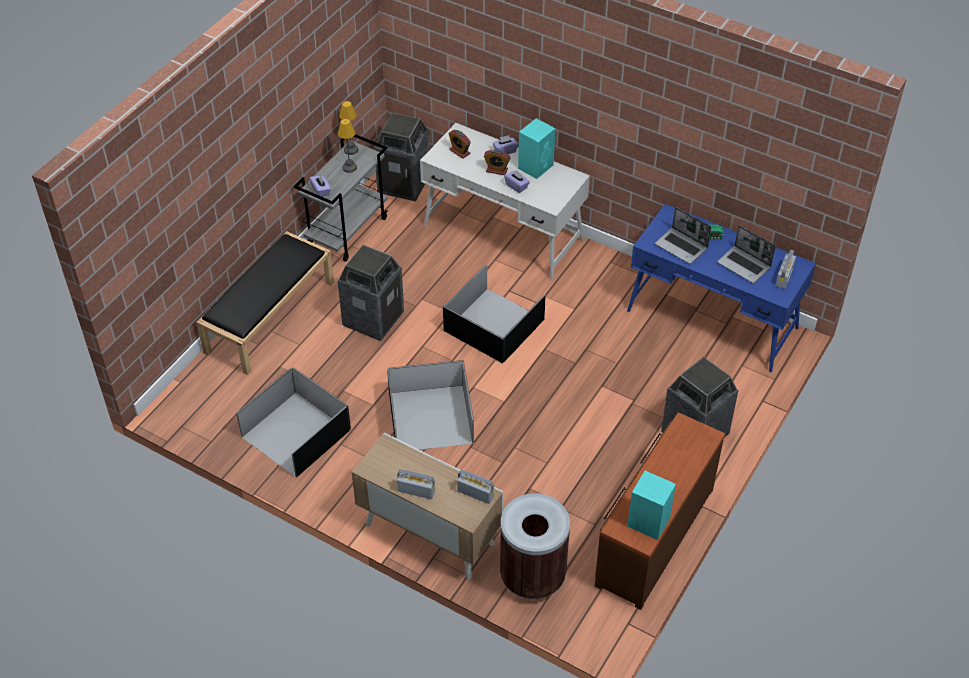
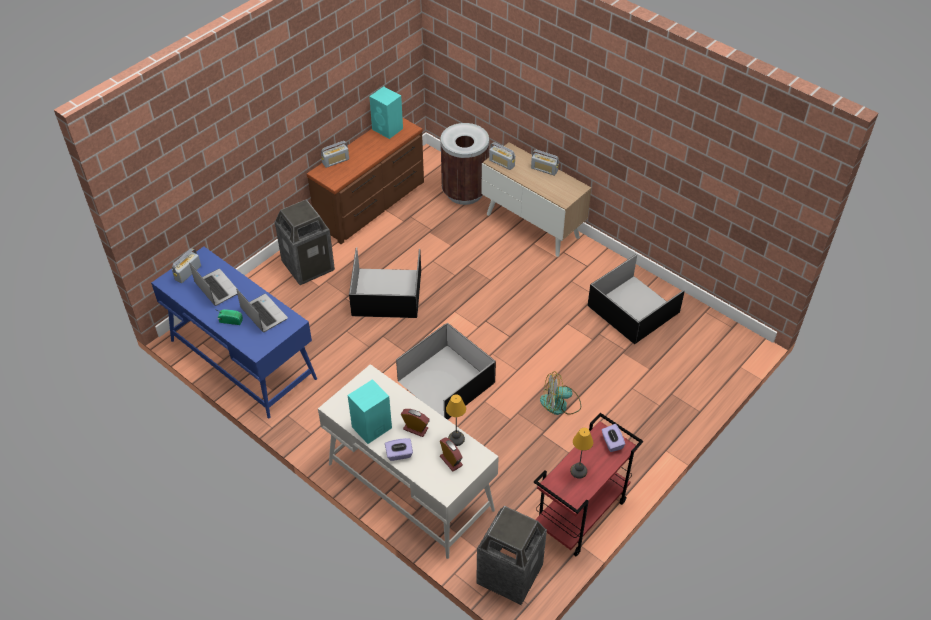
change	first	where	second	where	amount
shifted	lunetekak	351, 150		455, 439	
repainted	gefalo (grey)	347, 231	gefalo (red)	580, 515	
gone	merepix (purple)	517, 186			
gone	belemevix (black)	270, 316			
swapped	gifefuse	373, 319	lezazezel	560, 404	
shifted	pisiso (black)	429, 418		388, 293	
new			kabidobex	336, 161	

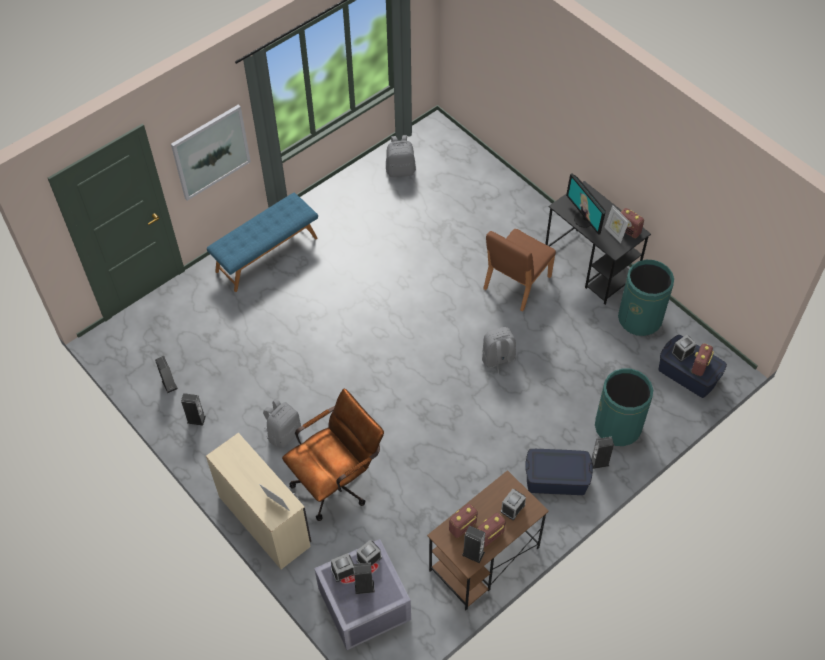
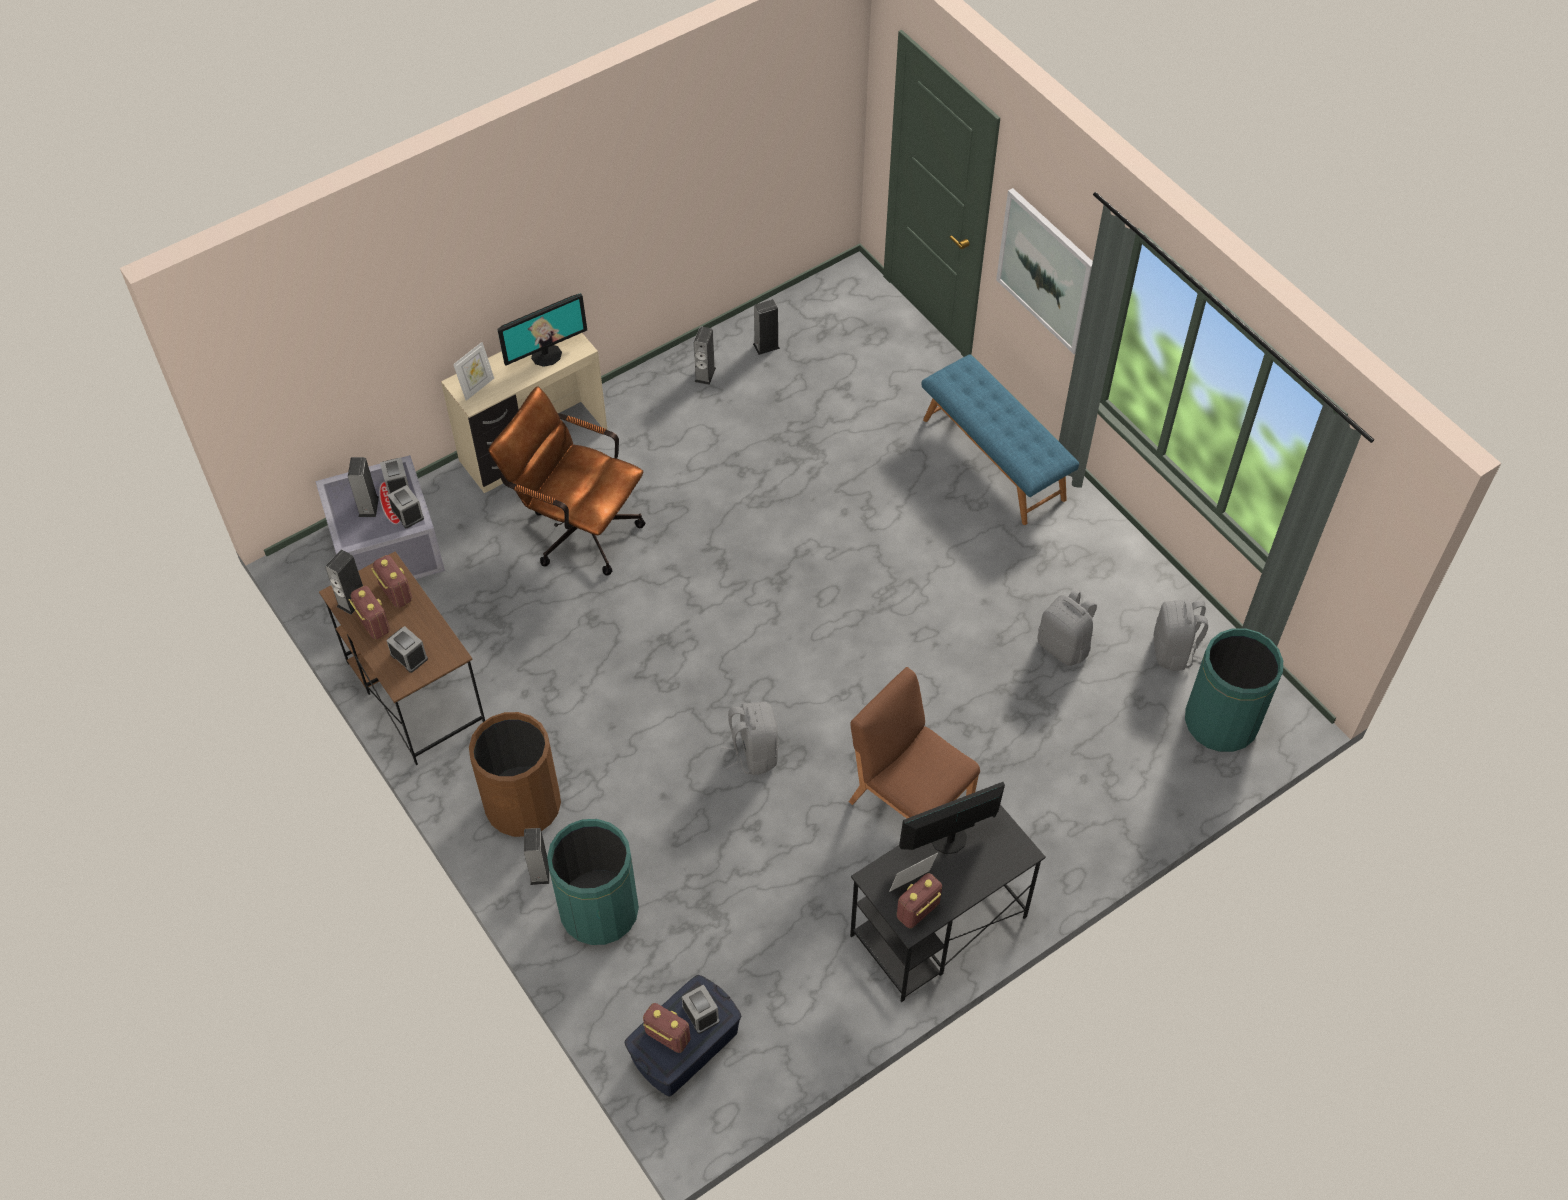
change	first	where	second	where	amount
shifted	gifefuse (green)	640, 318		1221, 722	
rotated	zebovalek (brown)	337, 481		577, 528	150 degrees clockwise
shifted	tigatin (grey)	284, 433		1064, 646	
swapped	pisiso (blue)	556, 479	gifefuse (brown)	523, 804	
new			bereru	546, 354	

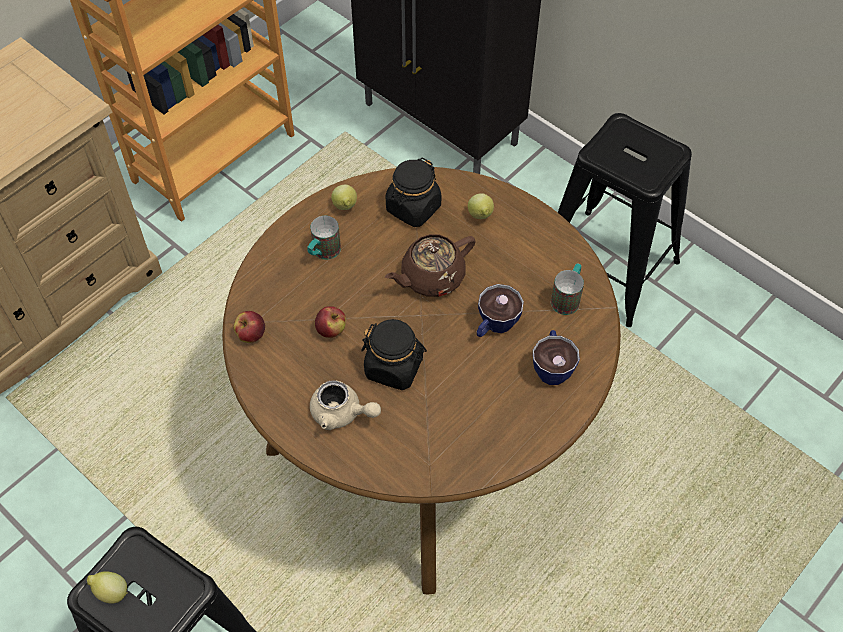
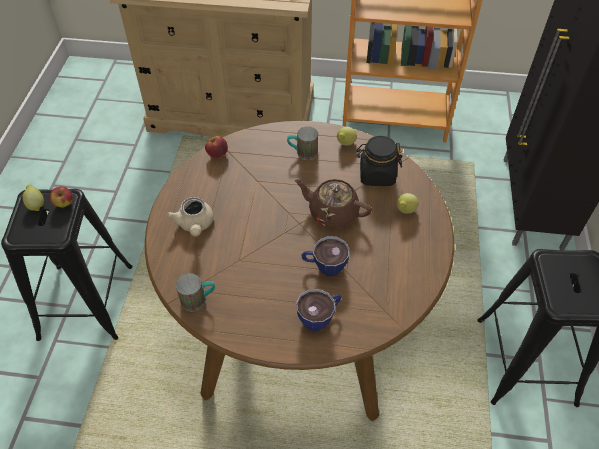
change	first	where	second	where	amount
shifted	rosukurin	567, 298		199, 300	
shifted	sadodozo	331, 330		64, 204	
gone	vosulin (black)	394, 367			

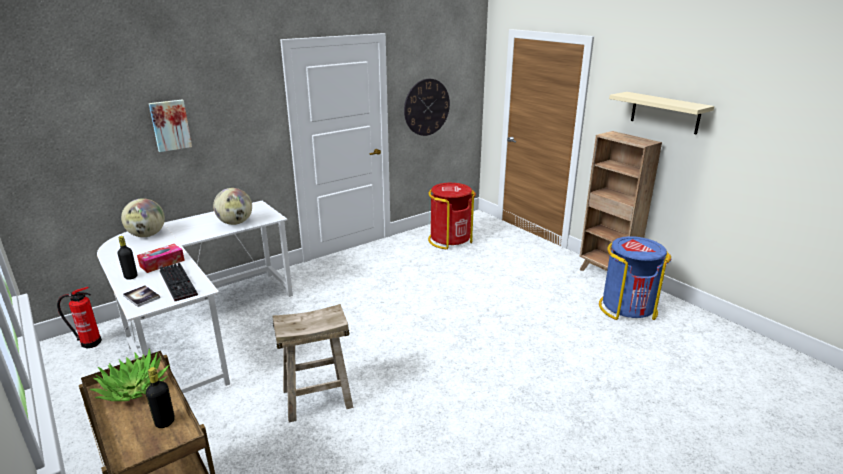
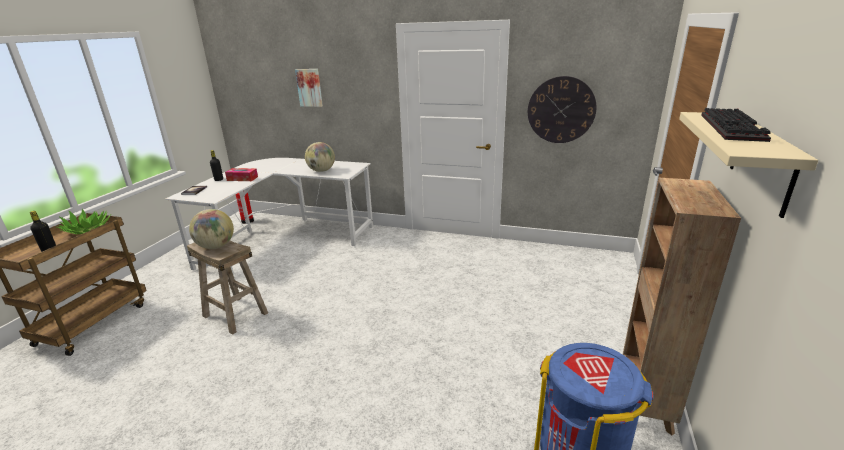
change	first	where	second	where	amount
gone	gifefuse (red)	449, 240			
shifted	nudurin	147, 235		216, 246	
shifted	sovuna	180, 283		734, 128	

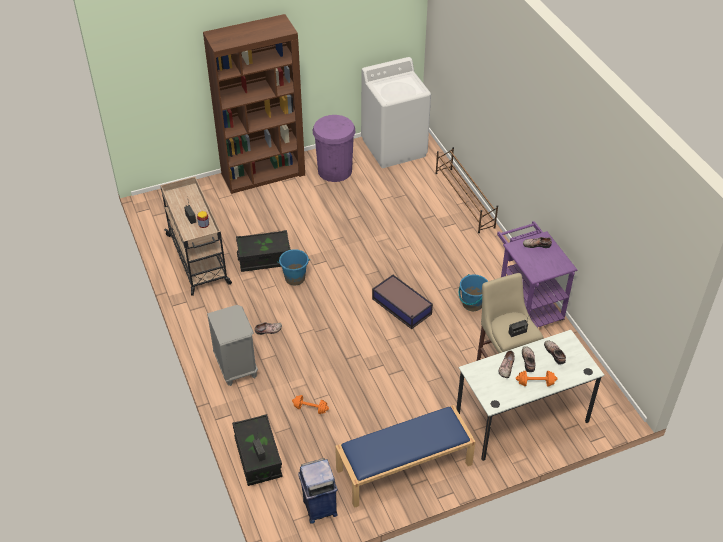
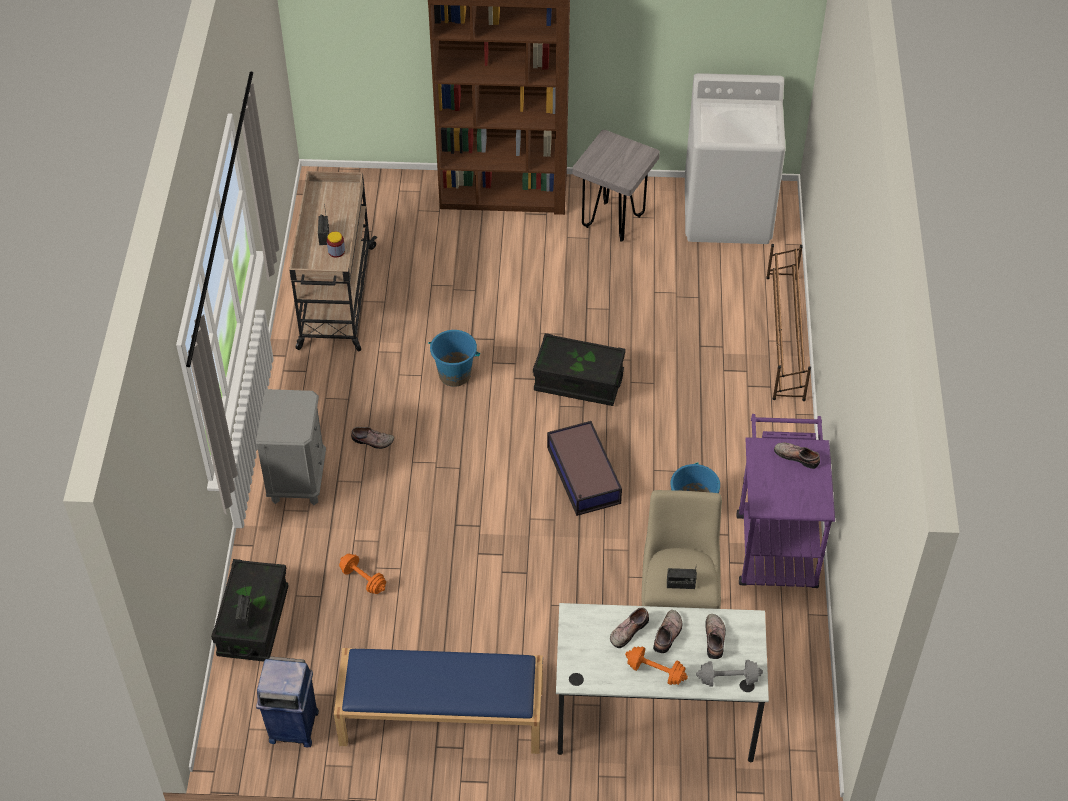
change	first	where	second	where	amount
swapped	gifefuse (purple)	335, 170	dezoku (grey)	613, 221	
shifted	pisiso (black)	264, 259		578, 382	
new			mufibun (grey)	728, 679	

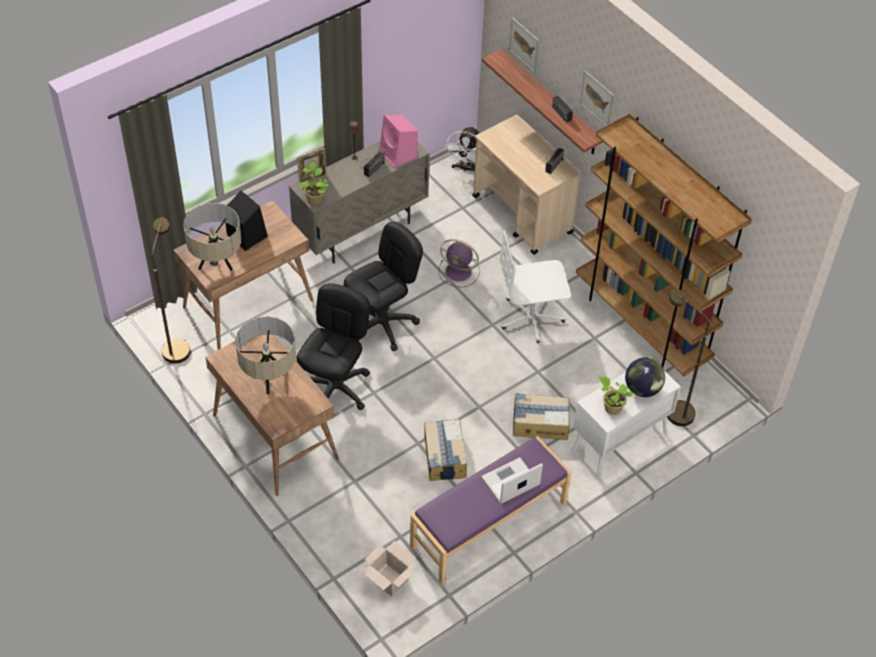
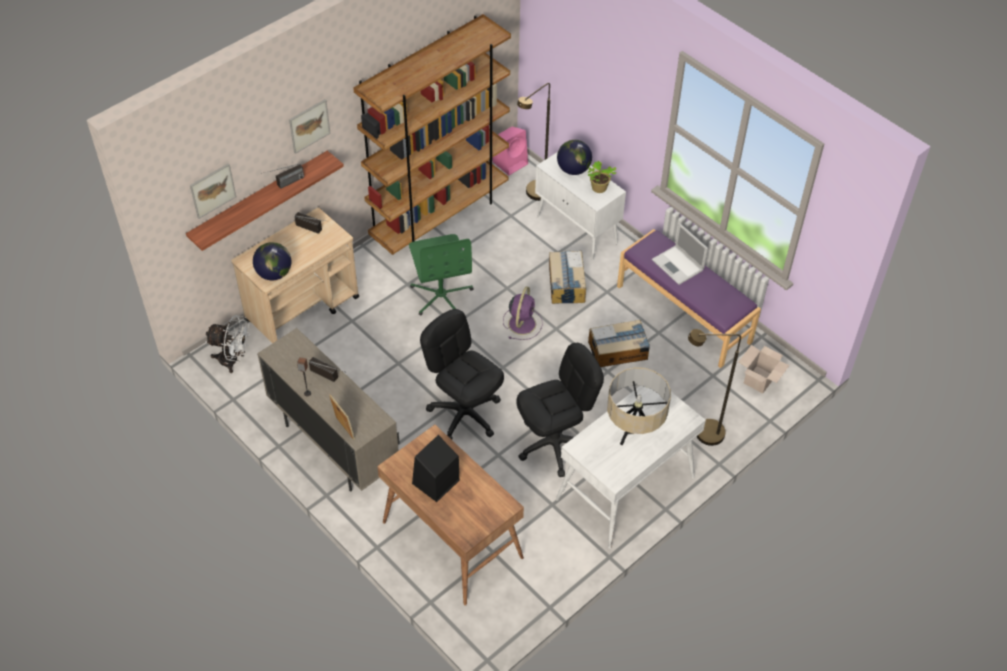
change	first	where	second	where	amount
shifted	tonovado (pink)	399, 155		510, 162	
gone	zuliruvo	315, 199			
gone	lunetekak (beige)	217, 265			
shifted	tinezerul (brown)	176, 345		701, 434	
repainted	zebovalek (white)	531, 318	zebovalek (green)	441, 295	
shifted	lezazezel (purple)	459, 272		522, 323	
rotated	zebovalek (black)	335, 388		554, 445	135 degrees clockwise
repainted	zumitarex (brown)	274, 437	zumitarex (white)	625, 489	
new			nudurin	274, 273	

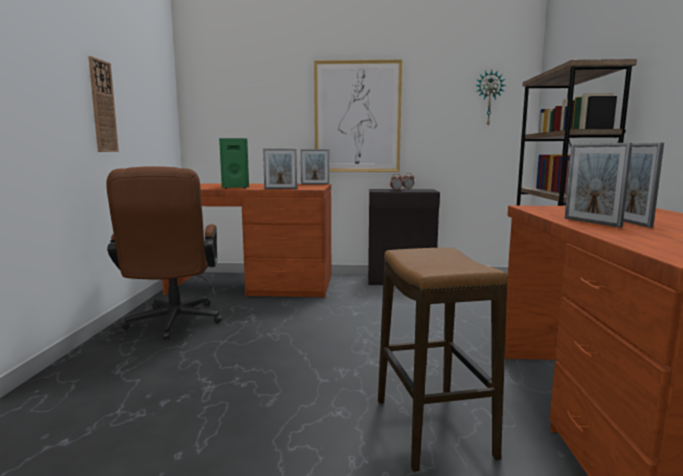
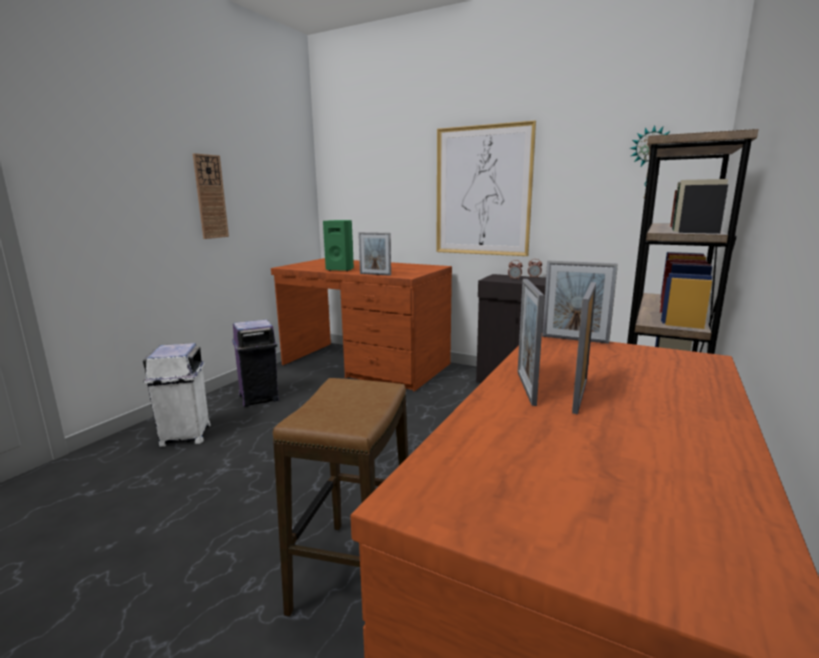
change	first	where	second	where	amount
shifted	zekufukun	315, 184		574, 339	
swapped	zebovalek (brown)	173, 324	gifefuse (purple)	260, 397	
new			gifefuse (white)	185, 436	

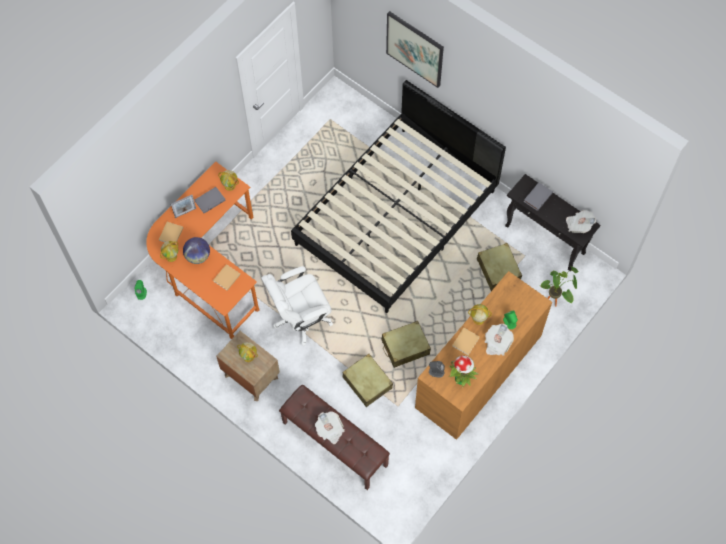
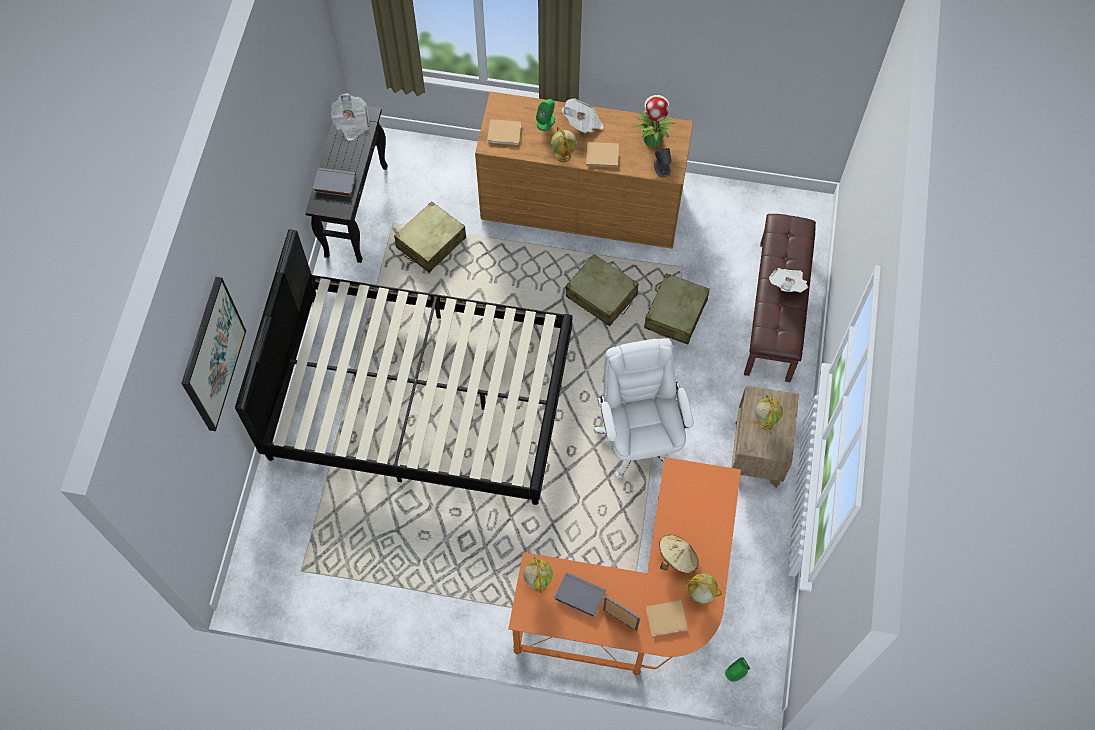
change	first	where	second	where	amount
swapped	nudurin	198, 256	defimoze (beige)	677, 558	
shifted	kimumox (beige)	226, 278		505, 133	
gone	zuliruvo	555, 301			
rotated	zebovalek (white)	300, 318		639, 437	135 degrees counterclockwise

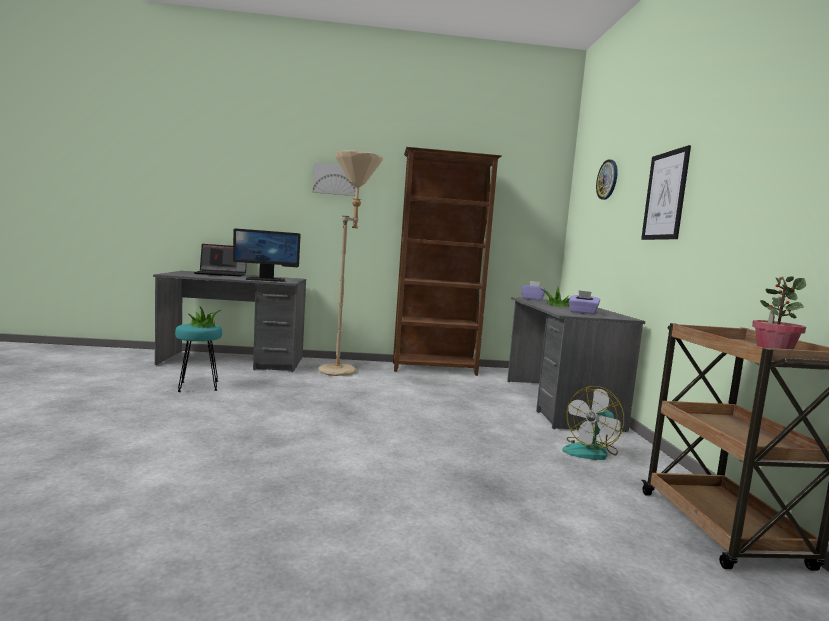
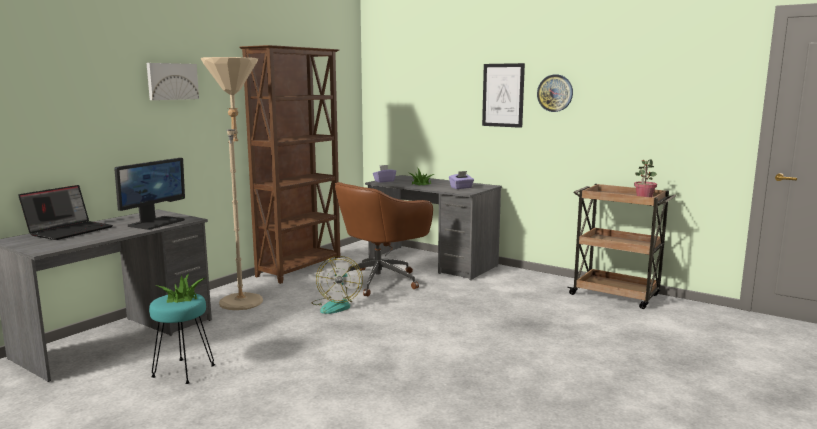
change	first	where	second	where	amount
shifted	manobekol	607, 179		555, 93	
shifted	lezazezel	591, 451		336, 305	
new			zebovalek (brown)	380, 281	

